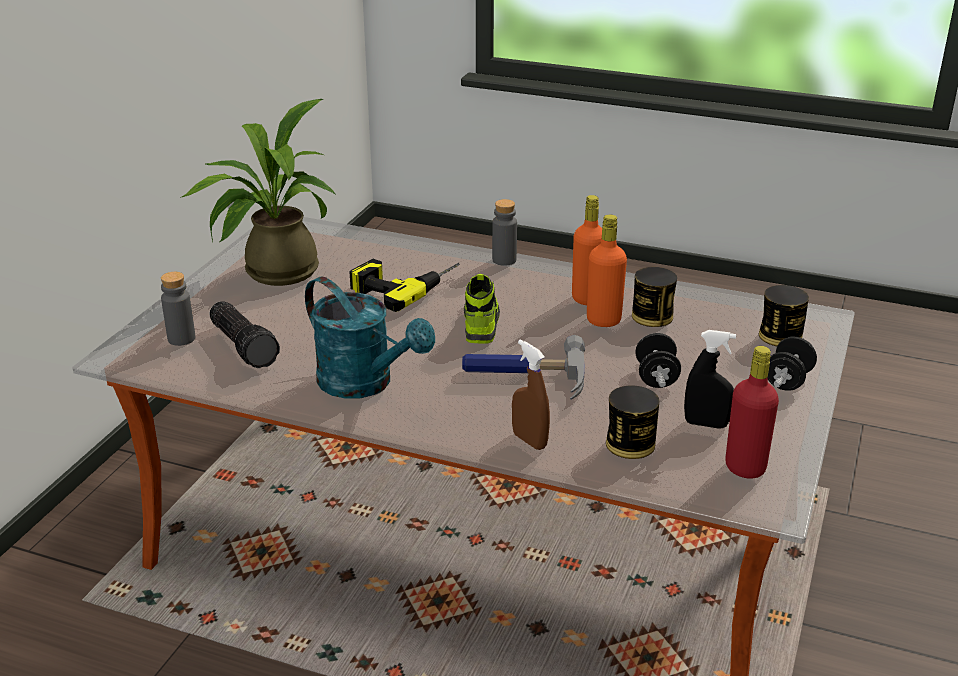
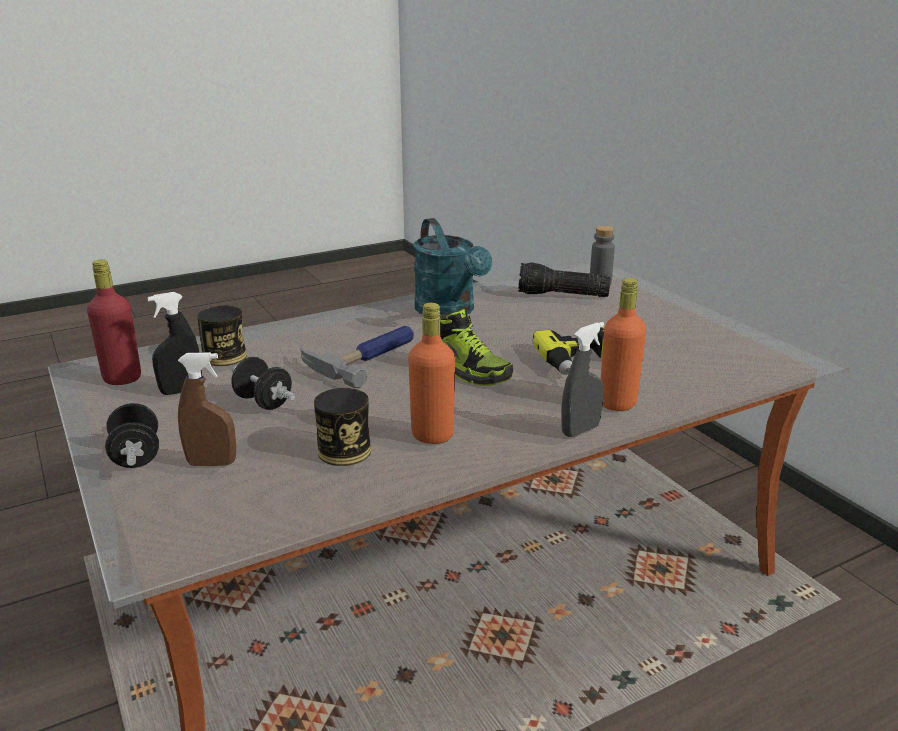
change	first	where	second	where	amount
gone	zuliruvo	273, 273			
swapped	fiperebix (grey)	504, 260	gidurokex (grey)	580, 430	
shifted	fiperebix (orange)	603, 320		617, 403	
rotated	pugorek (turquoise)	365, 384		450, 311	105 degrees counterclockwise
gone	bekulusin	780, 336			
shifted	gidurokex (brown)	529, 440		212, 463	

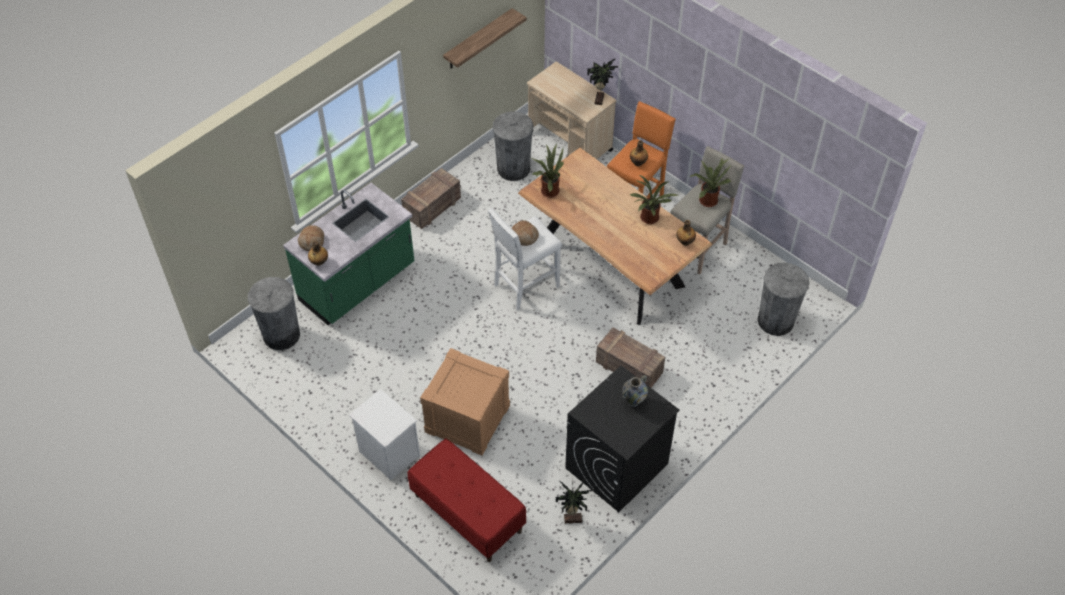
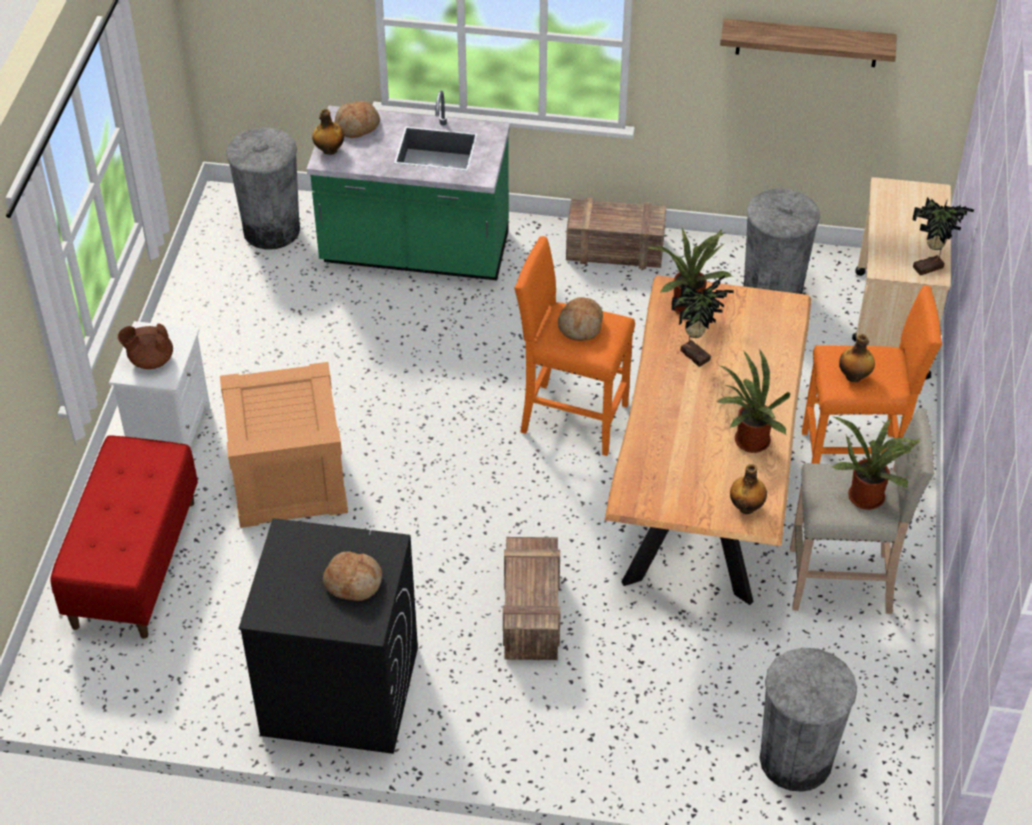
change	first	where	second	where	amount
repainted	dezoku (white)	525, 286	dezoku (orange)	571, 417	
swapped	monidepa	633, 401	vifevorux	353, 582	
shifted	zuliruvo	572, 518		696, 354	
new			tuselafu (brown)	150, 360	

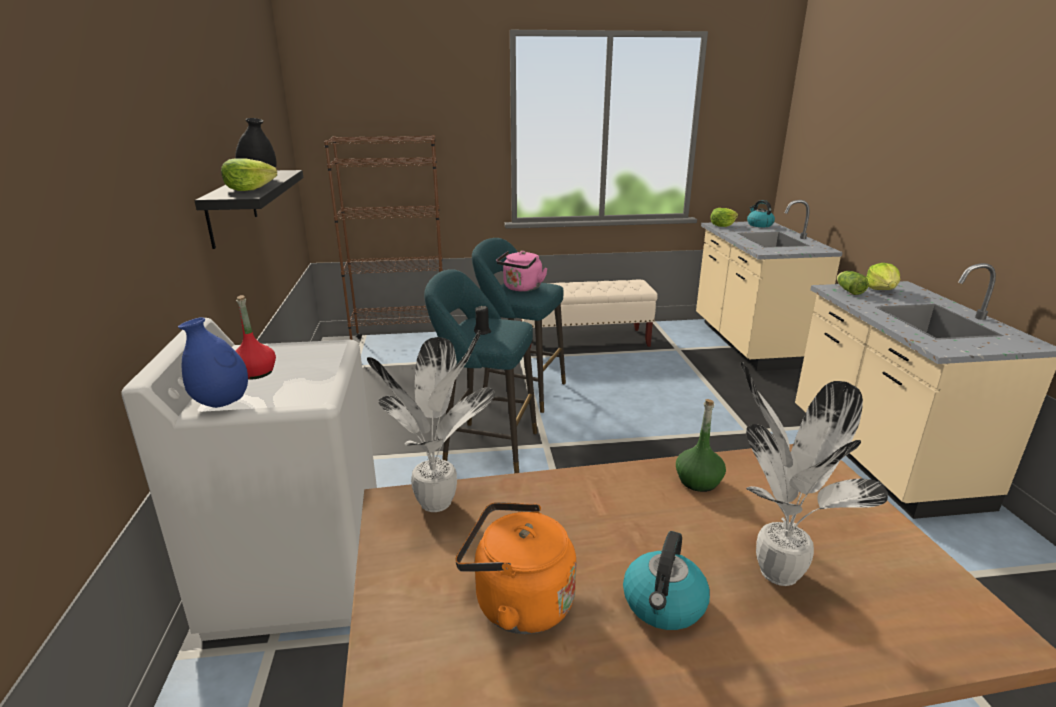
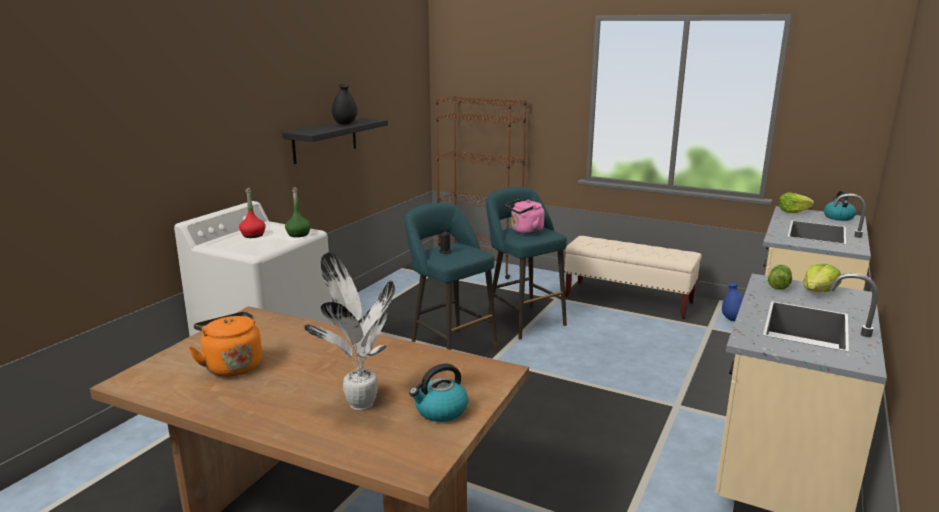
change	first	where	second	where	amount
gone	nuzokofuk	249, 189			
shifted	monidepa (blue)	222, 403		733, 320	
gone	zuliruvo	439, 504			
shifted	fiperebix (green)	698, 481		298, 234	
shifted	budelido	664, 605		440, 411	

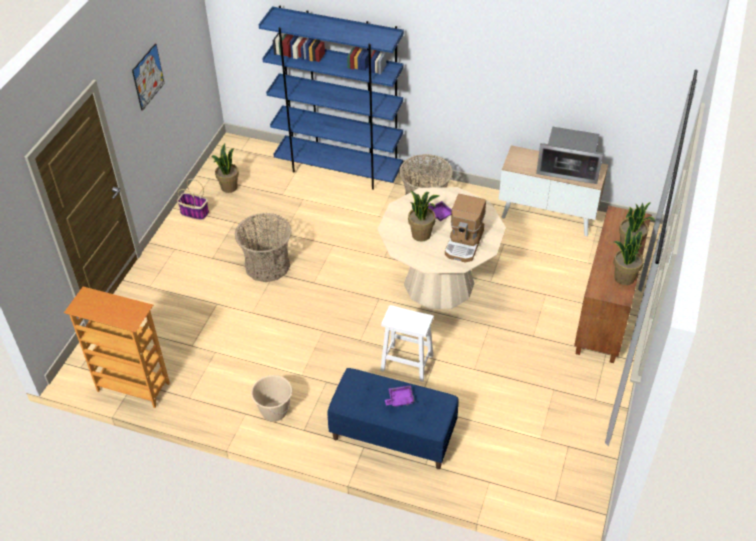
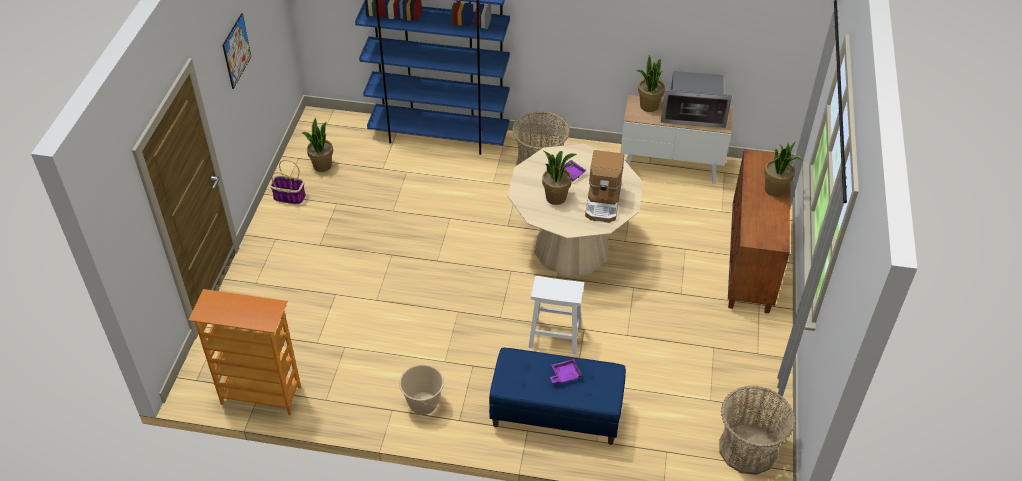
change	first	where	second	where	amount
shifted	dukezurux	267, 265		748, 449	
shifted	zuliruvo	624, 277		648, 106	

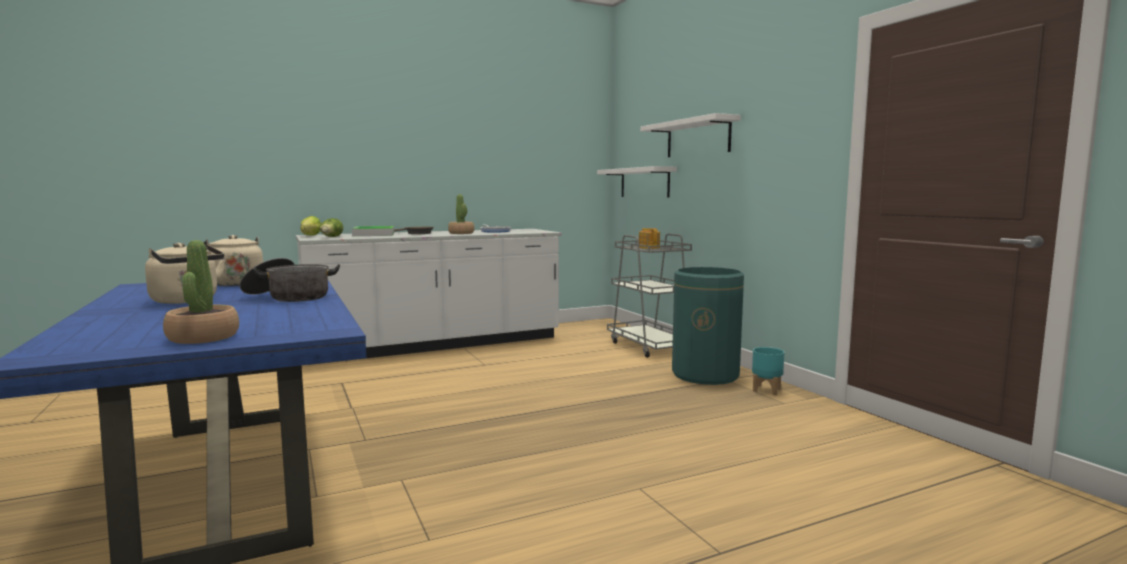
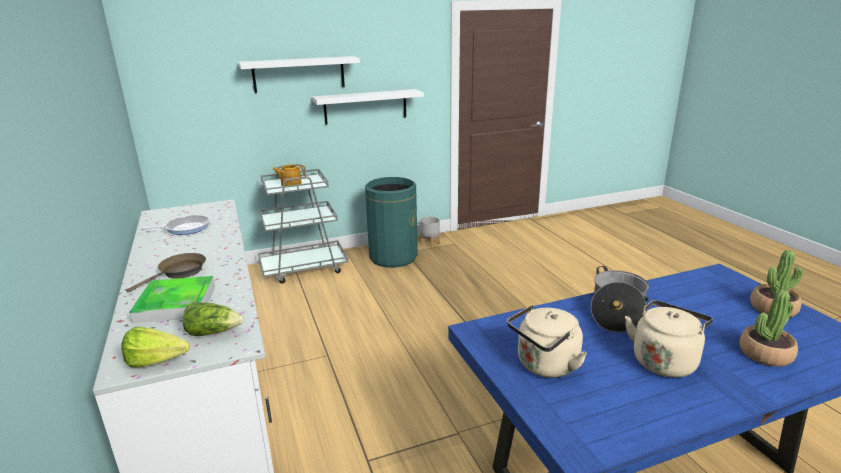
change	first	where	second	where	amount
shifted	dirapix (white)	644, 183		365, 106	
shifted	zuliruvo	461, 233		765, 354	
repainted	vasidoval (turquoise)	766, 390	vasidoval (grey)	430, 244	

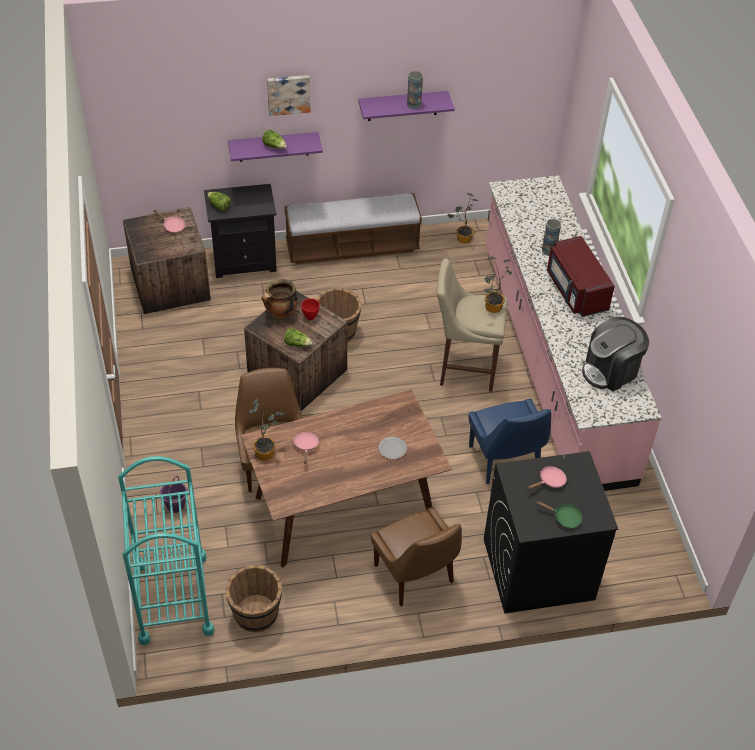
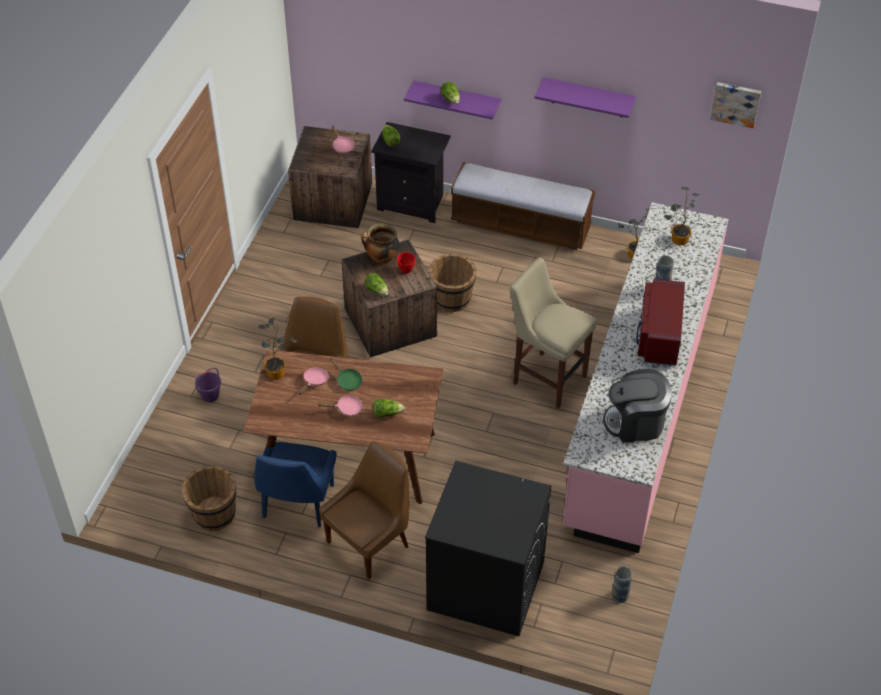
change	first	where	second	where	amount
shifted	monidepa	414, 104		620, 595	
shifted	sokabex	288, 94		735, 103	
shifted	zuliruvo	491, 308		677, 240	
shifted	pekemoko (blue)	505, 461		297, 503	
swapped	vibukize	392, 448	nuzokofuk	387, 413	
gone	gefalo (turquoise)	173, 598			
shifted	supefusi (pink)	549, 481		346, 408	
shifted	supefusi (green)	564, 518		347, 380	
rotated	pekemoko (brown)	415, 576		370, 542	135 degrees counterclockwise

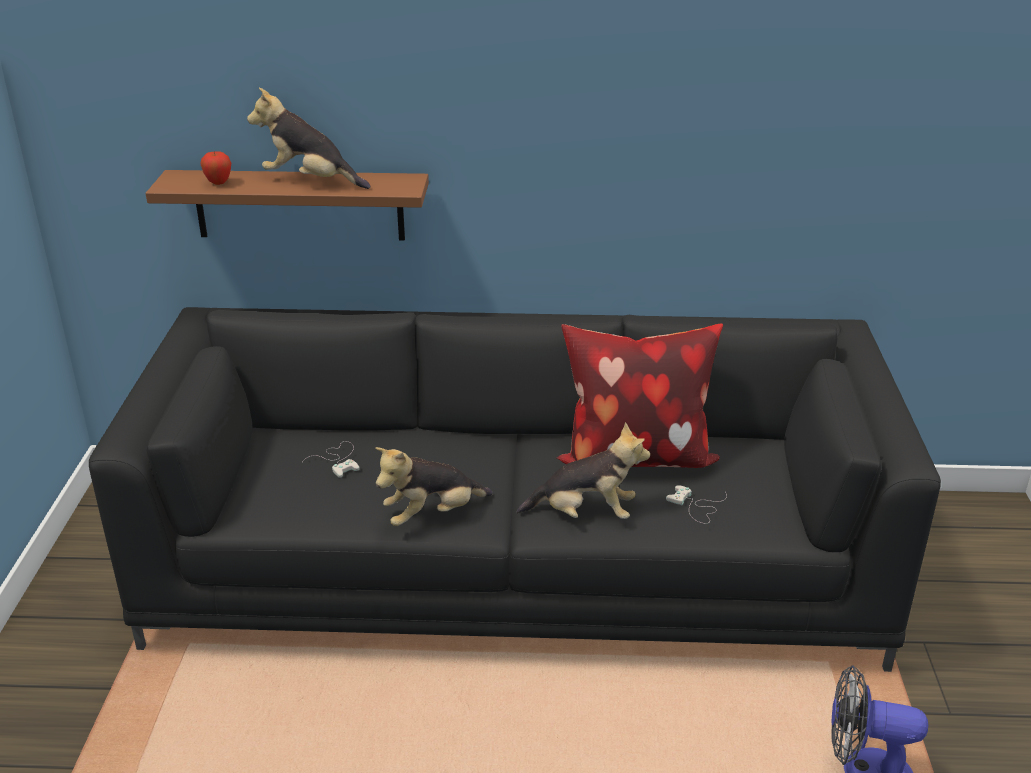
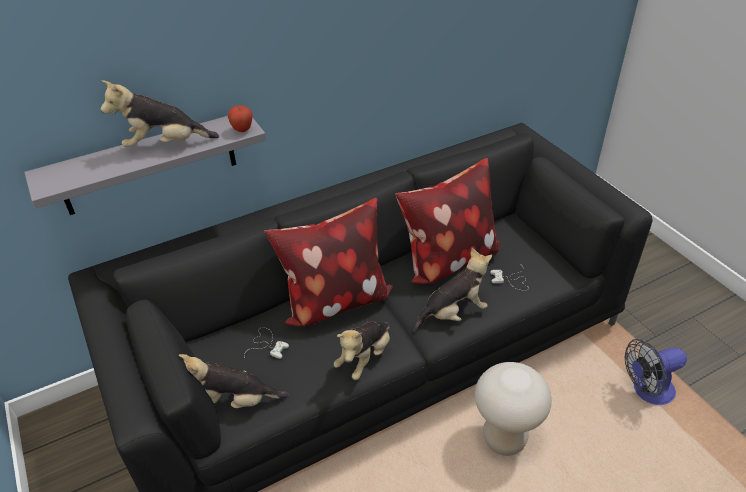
change	first	where	second	where	amount
shifted	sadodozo	218, 183		242, 130	
repainted	dirapix (brown)	299, 205	dirapix (grey)	149, 164	
new			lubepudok	334, 300	
new			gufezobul	235, 402	
new			dezoku (beige)	504, 439	

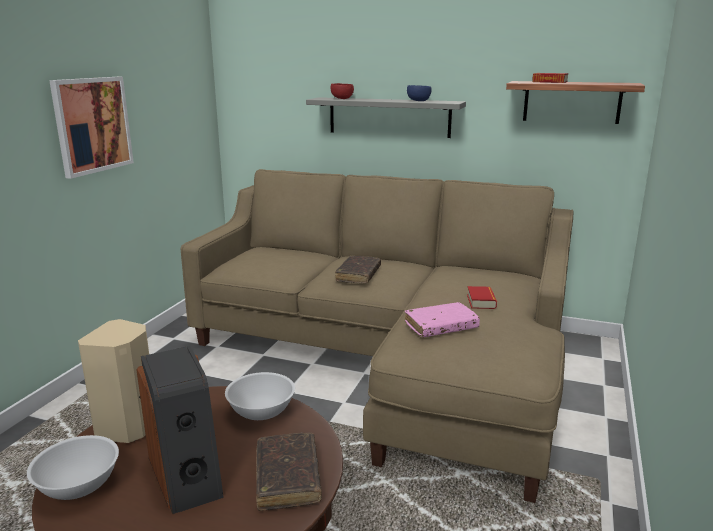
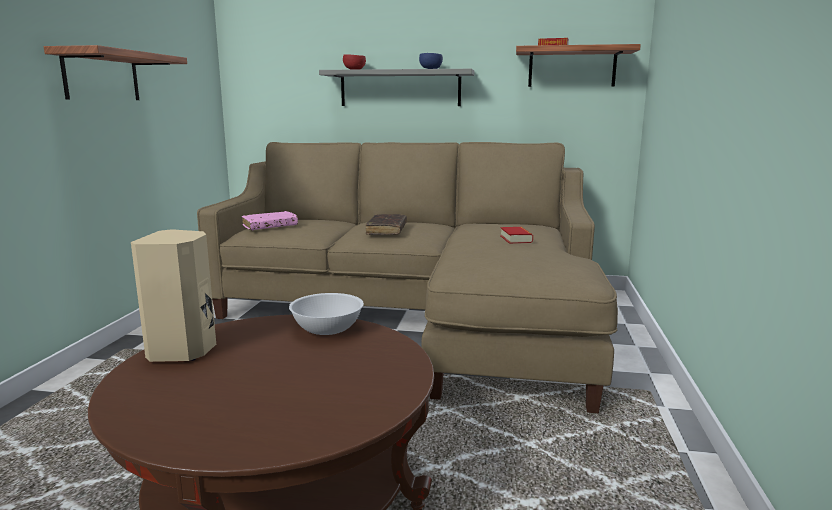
change	first	where	second	where	amount
swapped	sokabex	92, 125	dirapix	102, 76	
shifted	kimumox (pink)	441, 326		270, 226	
gone	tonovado	187, 475			
gone	kimumox (brown)	288, 478			
gone	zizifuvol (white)	79, 486			

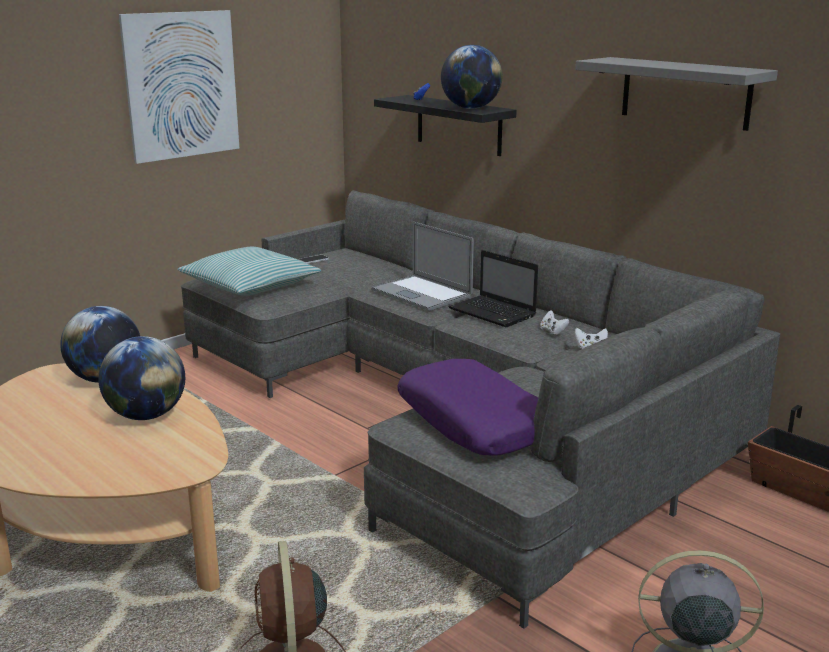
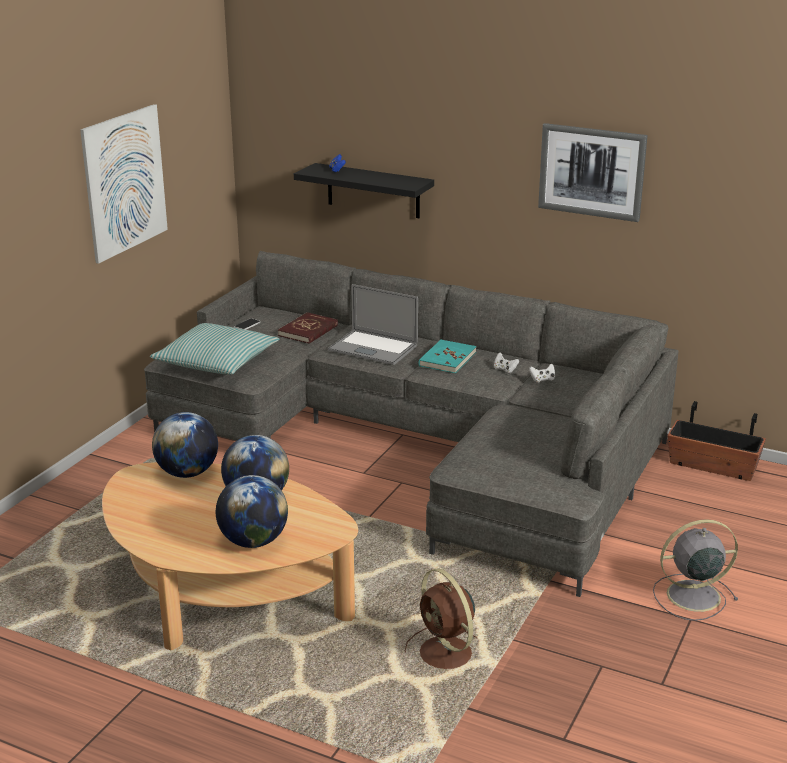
change	first	where	second	where	amount
shifted	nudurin	470, 108		253, 541	
swapped	dirapix (grey)	685, 93	sokabex	591, 171	
swapped	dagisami	494, 313	kimumox (turquoise)	447, 359	
gone	lubepudok (purple)	475, 422			
new			kimumox (red)	308, 330	

